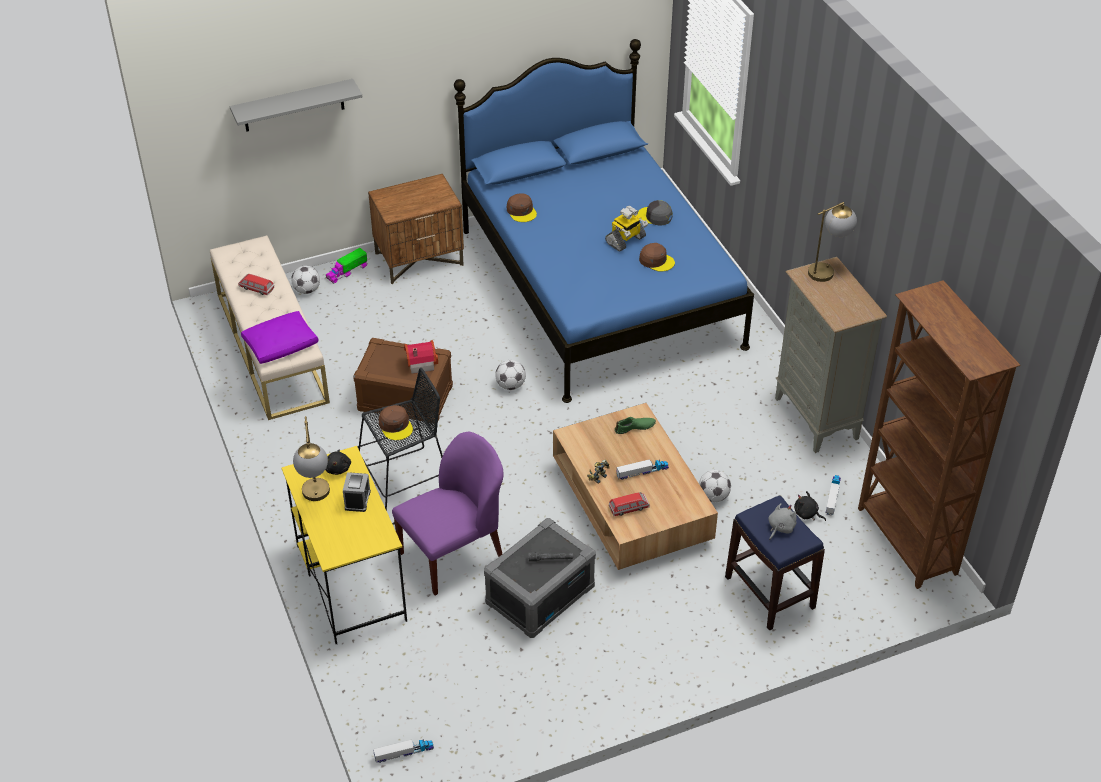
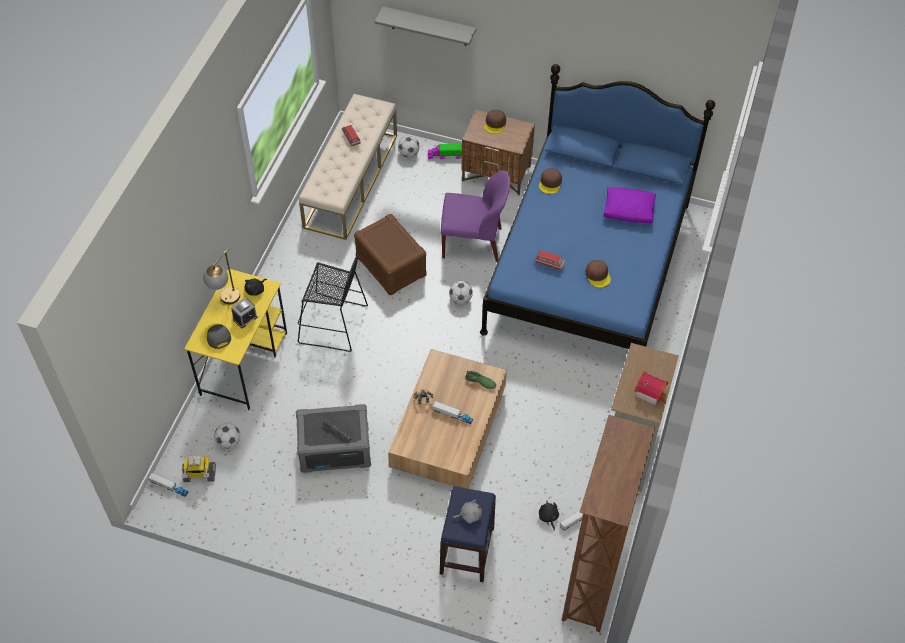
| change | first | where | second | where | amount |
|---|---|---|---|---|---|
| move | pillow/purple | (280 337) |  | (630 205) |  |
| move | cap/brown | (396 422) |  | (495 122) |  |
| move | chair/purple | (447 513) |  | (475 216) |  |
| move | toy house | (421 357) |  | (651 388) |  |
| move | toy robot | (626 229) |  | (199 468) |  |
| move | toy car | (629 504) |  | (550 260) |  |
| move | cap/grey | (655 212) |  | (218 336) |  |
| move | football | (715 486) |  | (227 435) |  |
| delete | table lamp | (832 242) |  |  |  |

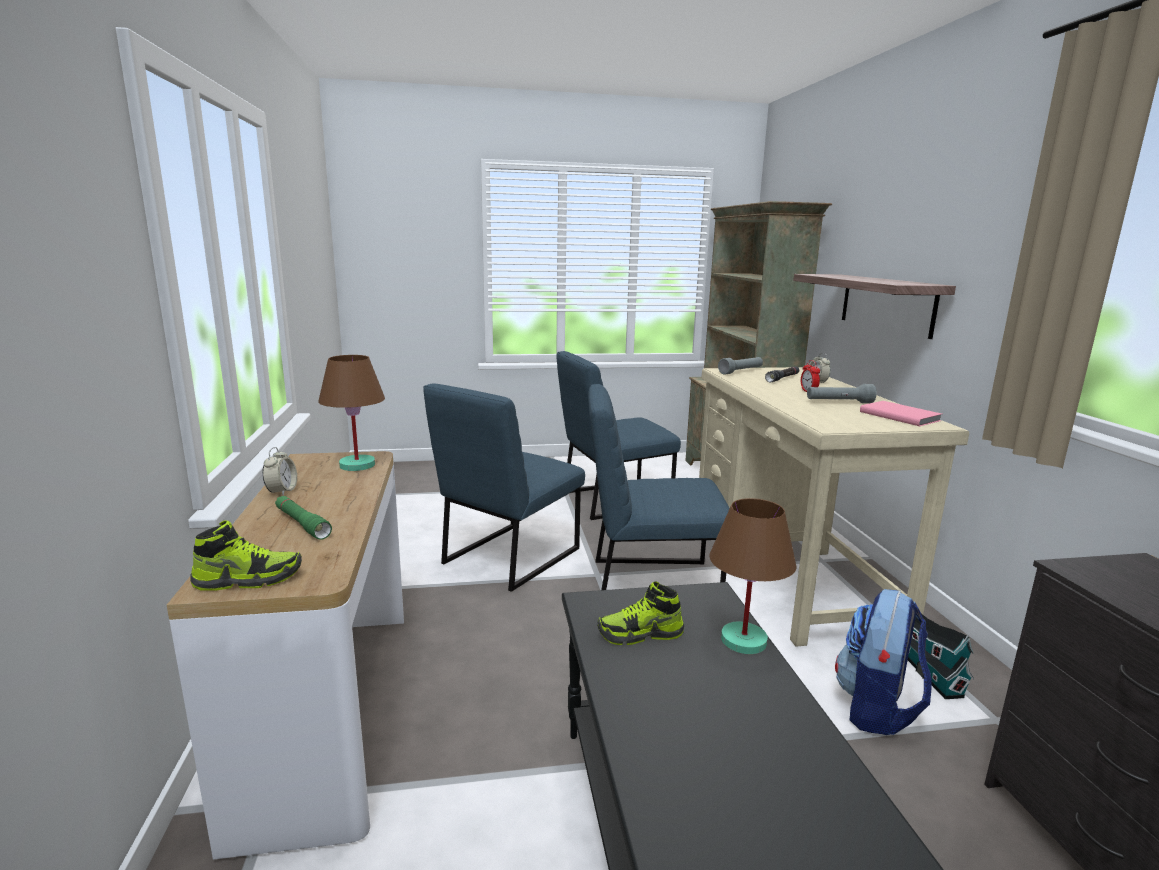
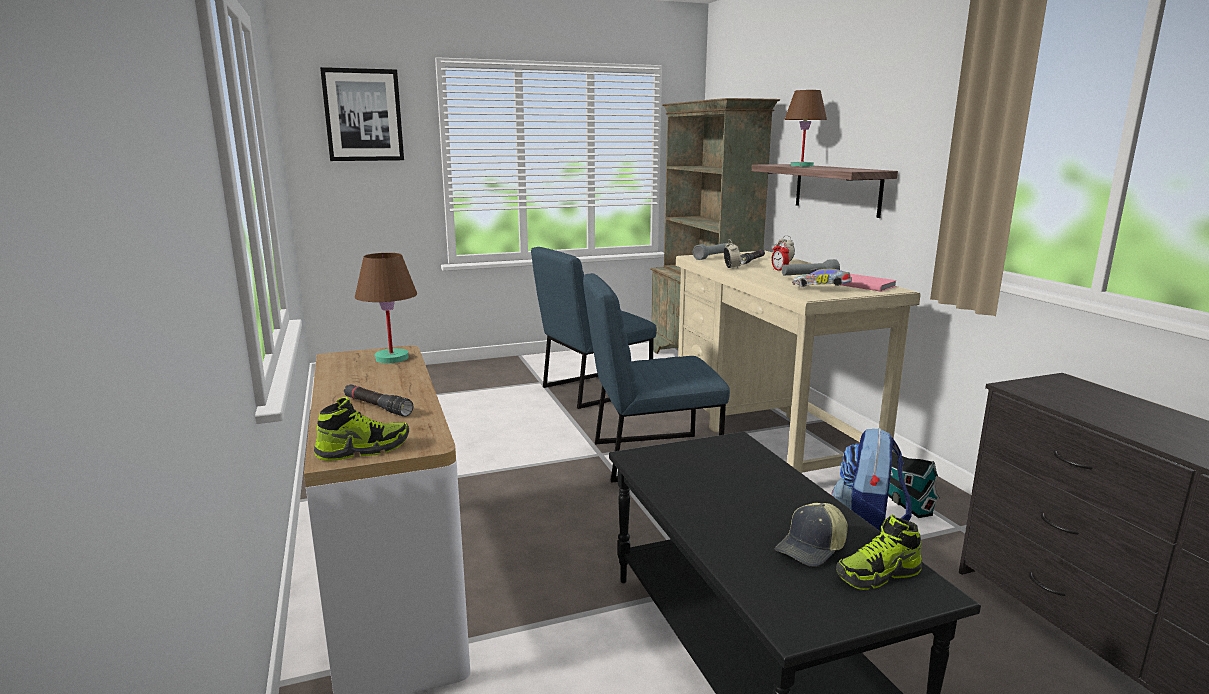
| change | first | where | second | where | amount |
|---|---|---|---|---|---|
| move | alarm clock | (279 471) |  | (732 253) |  |
| recolor | flashlight/green | (303 518) | flashlight/black | (378 400) |  |
| delete | chair/blue | (504 488) |  |  |  |
| move | shoe | (640 613) |  | (879 552) |  |
| move | table lamp/brown | (753 576) |  | (805 128) |  |
| insert |  |  | picture | (362 114) |  |
| insert |  |  | cap | (811 535) |  |
| insert |  |  | toy car | (822 278) |  |

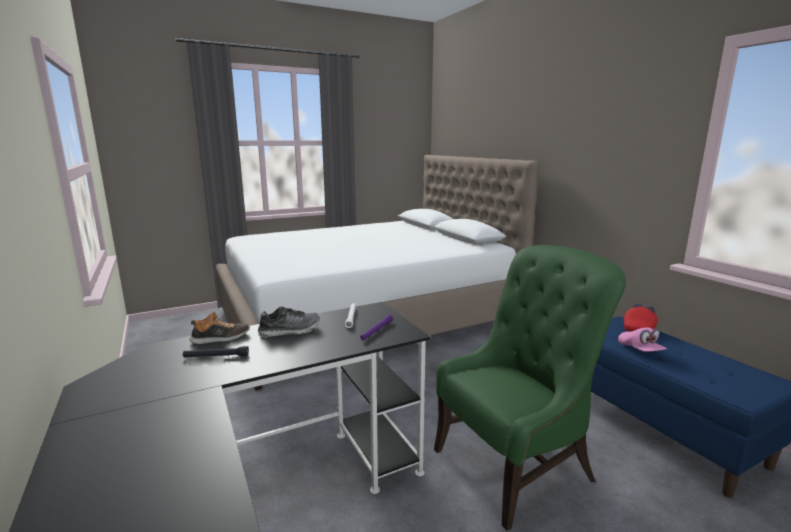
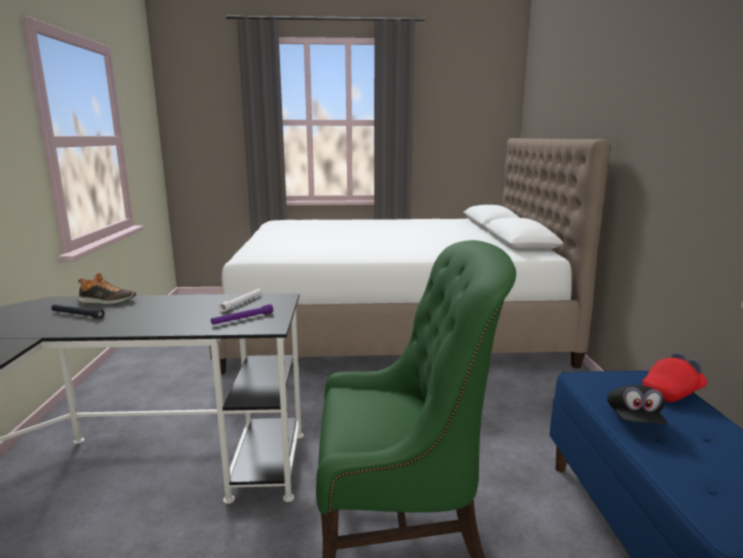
| change | first | where | second | where | amount |
|---|---|---|---|---|---|
| delete | shoe | (289 322) |  |  |  |
| recolor | cap/pink | (642 340) | cap/black | (637 404) |  |

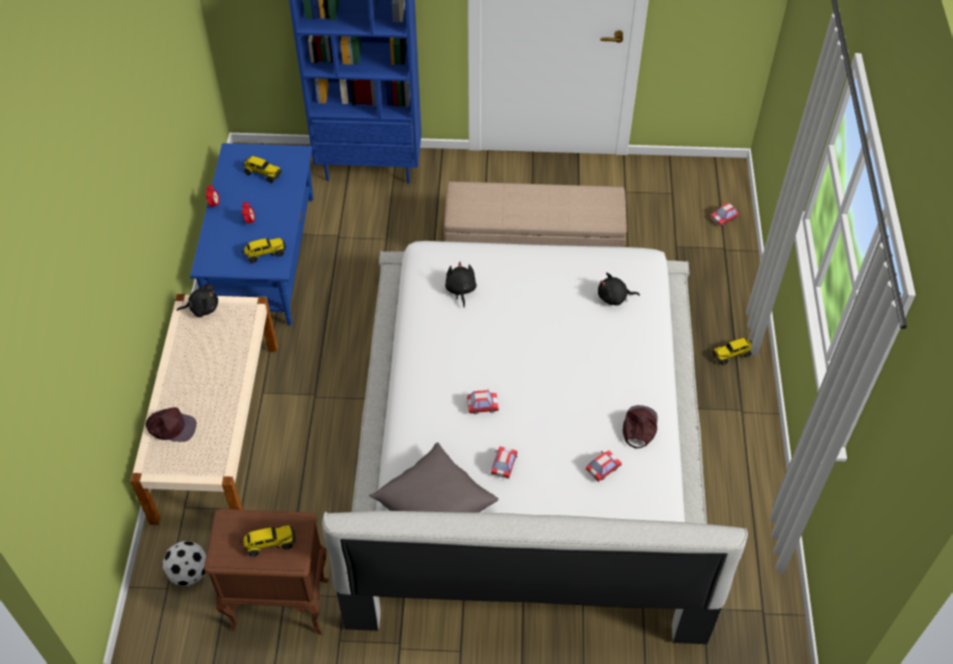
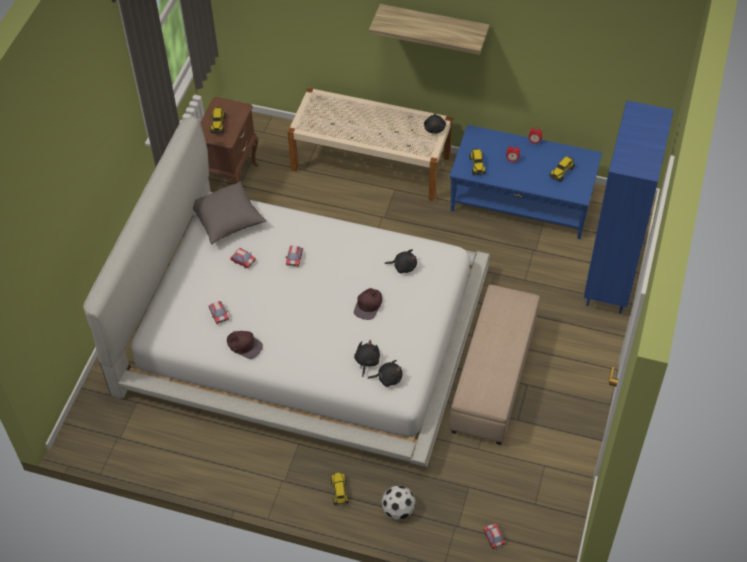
| change | first | where | second | where | amount |
|---|---|---|---|---|---|
| move | cap/brown | (171 424) |  | (368 304) |  |
| move | football | (184 563) |  | (398 503) |  |
| insert |  |  | plush toy/black | (385 373) |  |
| insert |  |  | shelf | (429 29) |  |

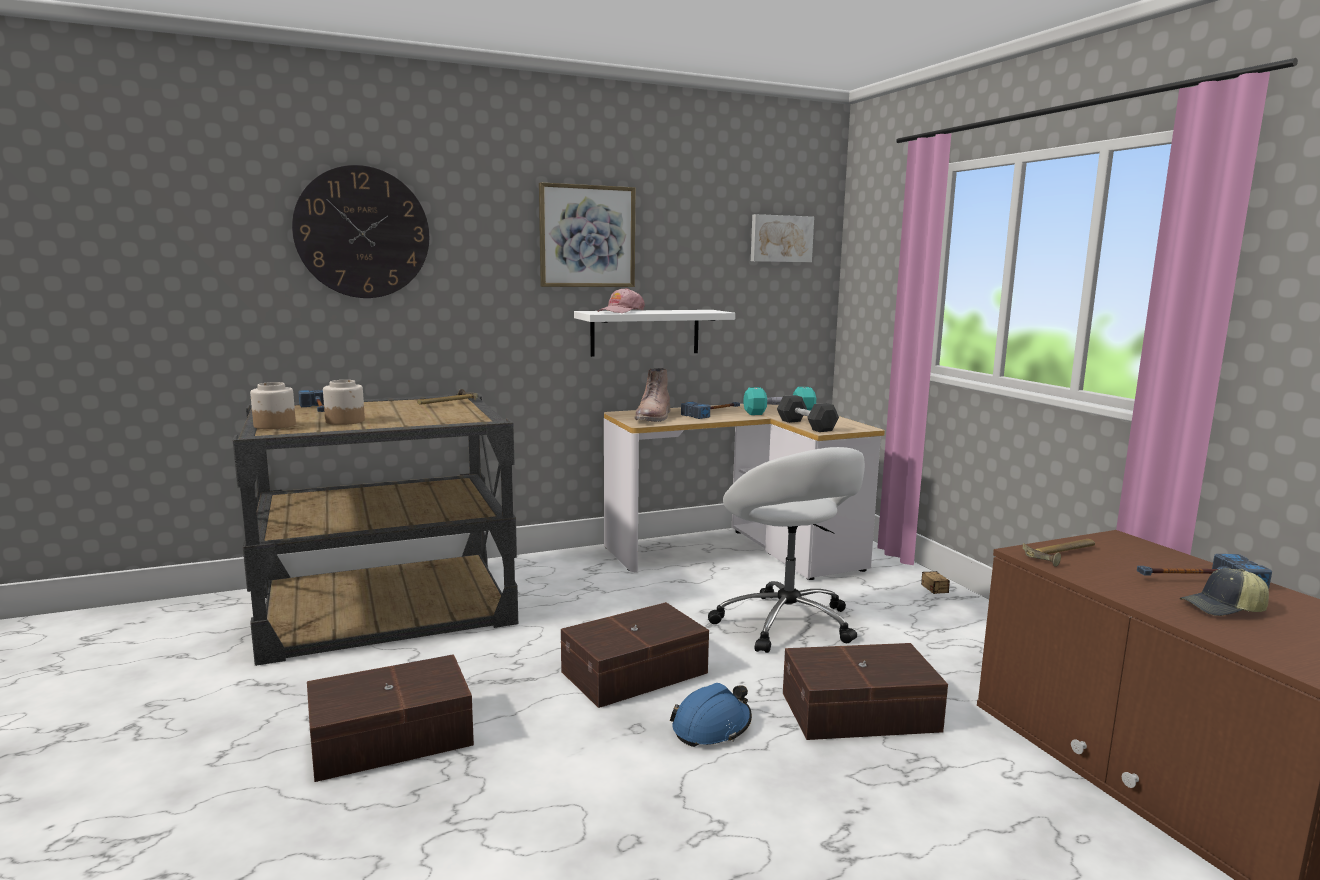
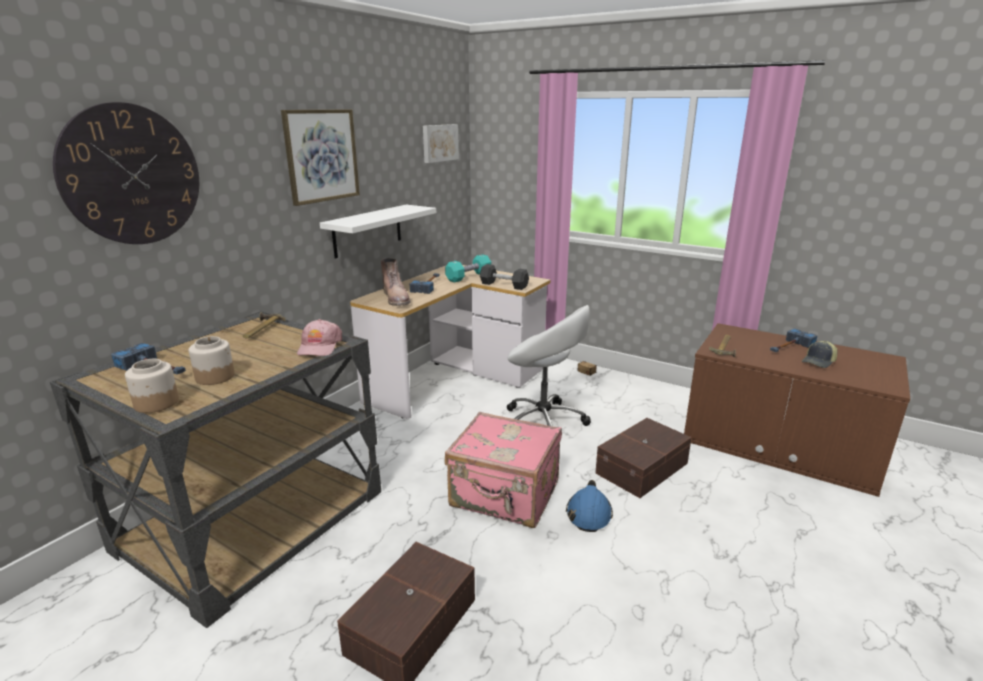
| change | first | where | second | where | amount |
|---|---|---|---|---|---|
| replace | storage box/brown | (635 655) | suitcase/pink | (503 470) |  |
| move | cap/pink | (621 300) |  | (319 337) |  |

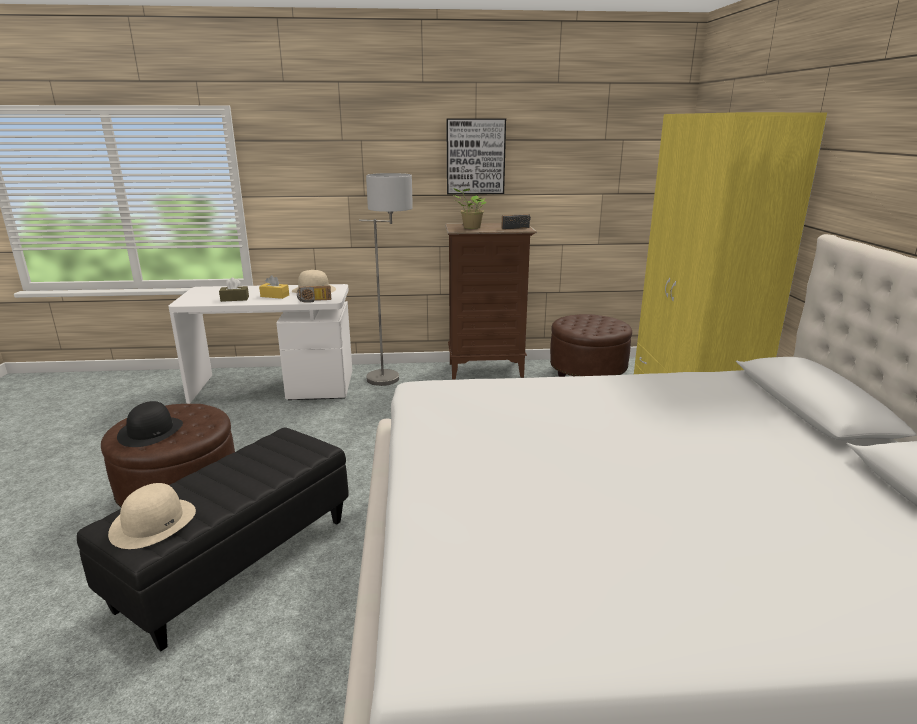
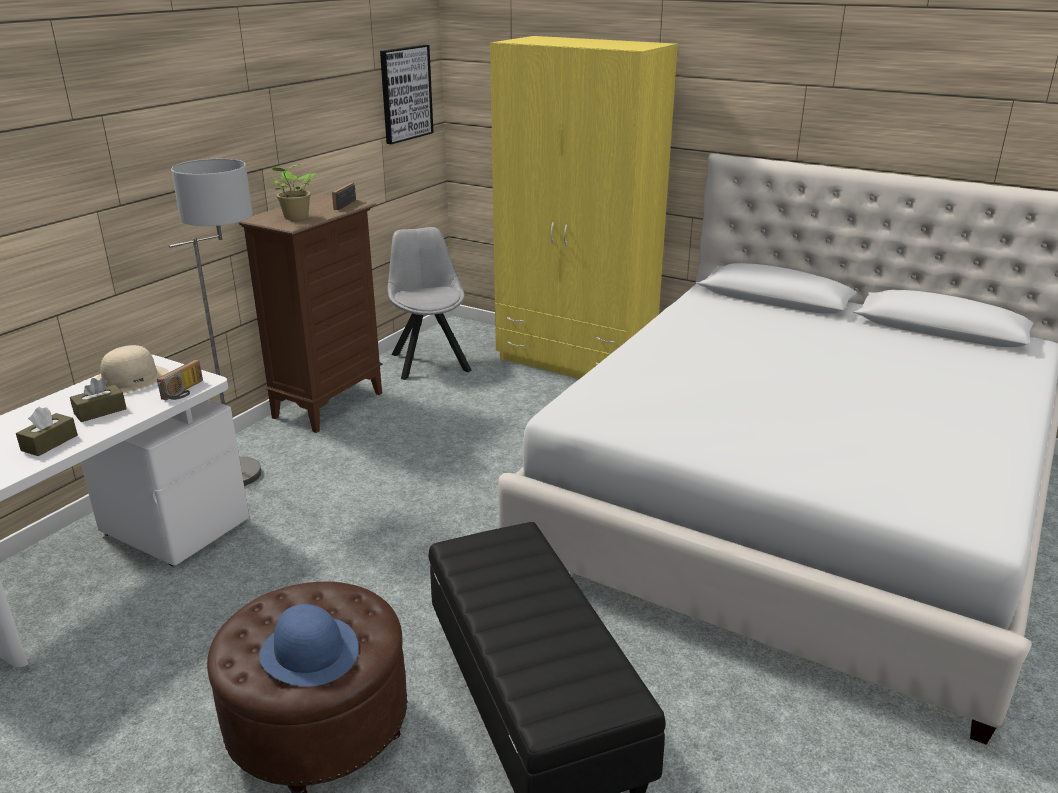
| change | first | where | second | where | amount |
|---|---|---|---|---|---|
| delete | hat/beige | (152 516) |  |  |  |
| recolor | hat/black | (150 424) | hat/blue | (309 645) |  |
| recolor | tissue box/yellow | (274 287) | tissue box/brown | (98 400) |  |
| move | picture | (476 156) |  | (407 94) |  |
| replace | ottoman/brown | (591 345) | chair/grey | (429 303) |  |

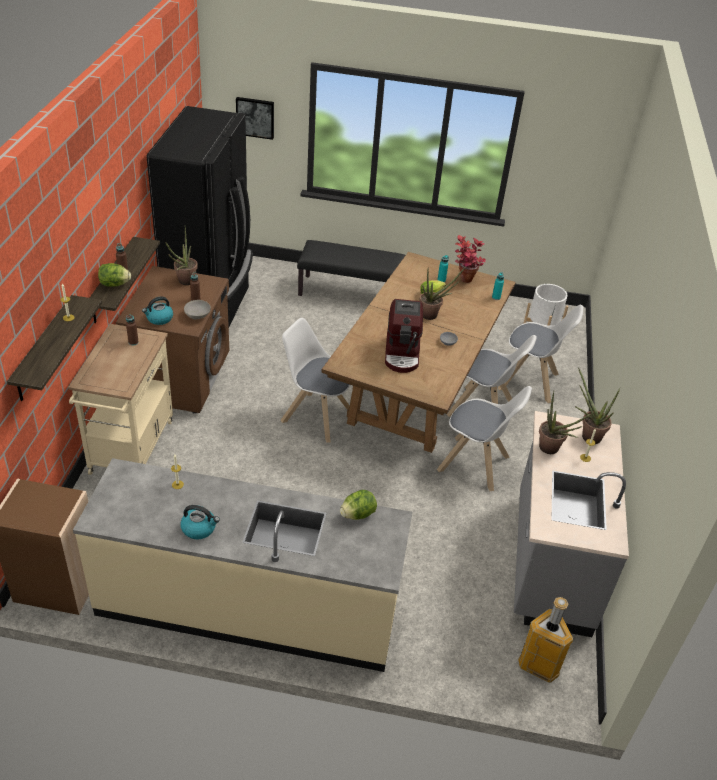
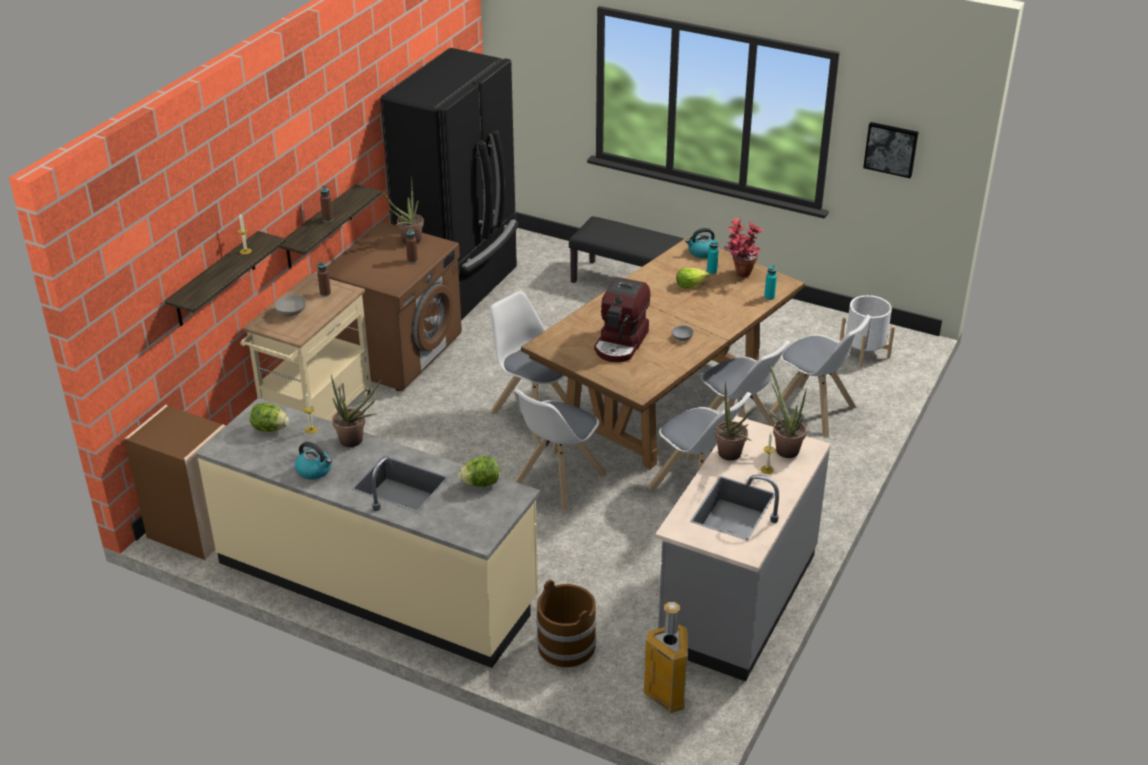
| change | first | where | second | where | amount |
|---|---|---|---|---|---|
| move | lettuce | (114 275) |  | (269 417) |  |
| move | kettle | (157 311) |  | (700 243) |  |
| move | bowl/grey | (197 309) |  | (290 305) |  |
| move | picture | (255 118) |  | (891 150) |  |
| move | potted plant | (442 293) |  | (356 411) |  |
| insert |  |  | chair | (560 449) |  |
| insert |  |  | bucket/brown | (566 623) |  |

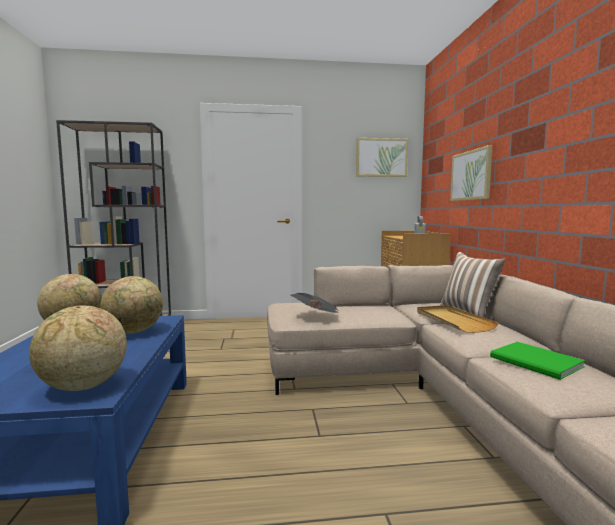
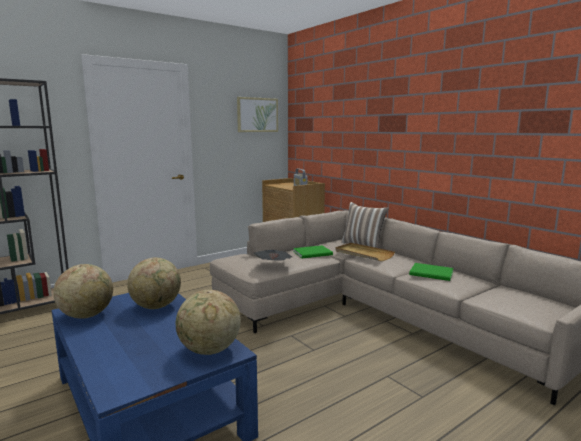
| change | first | where | second | where | amount |
|---|---|---|---|---|---|
| delete | picture | (471 173) |  |  |  |
| insert |  |  | book/green | (313 251) |  |

